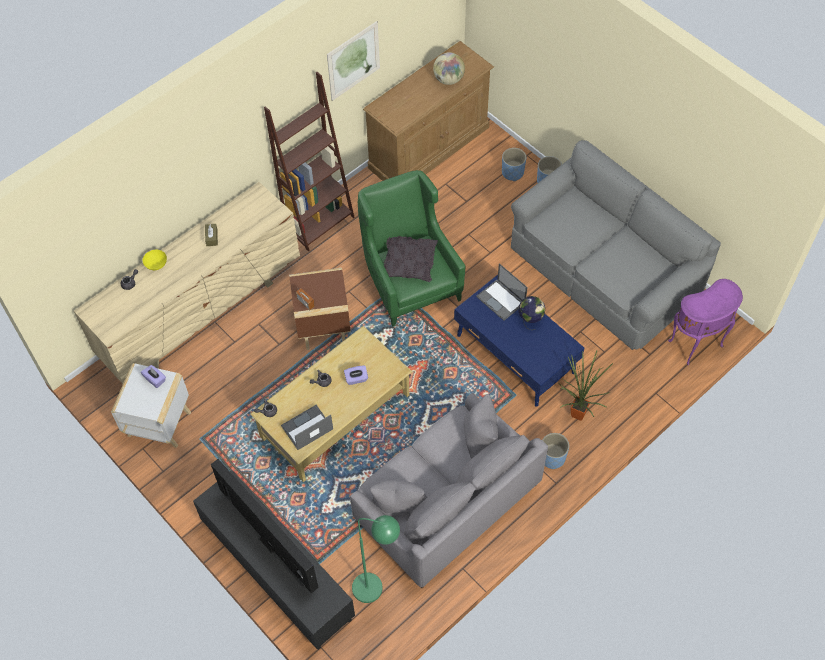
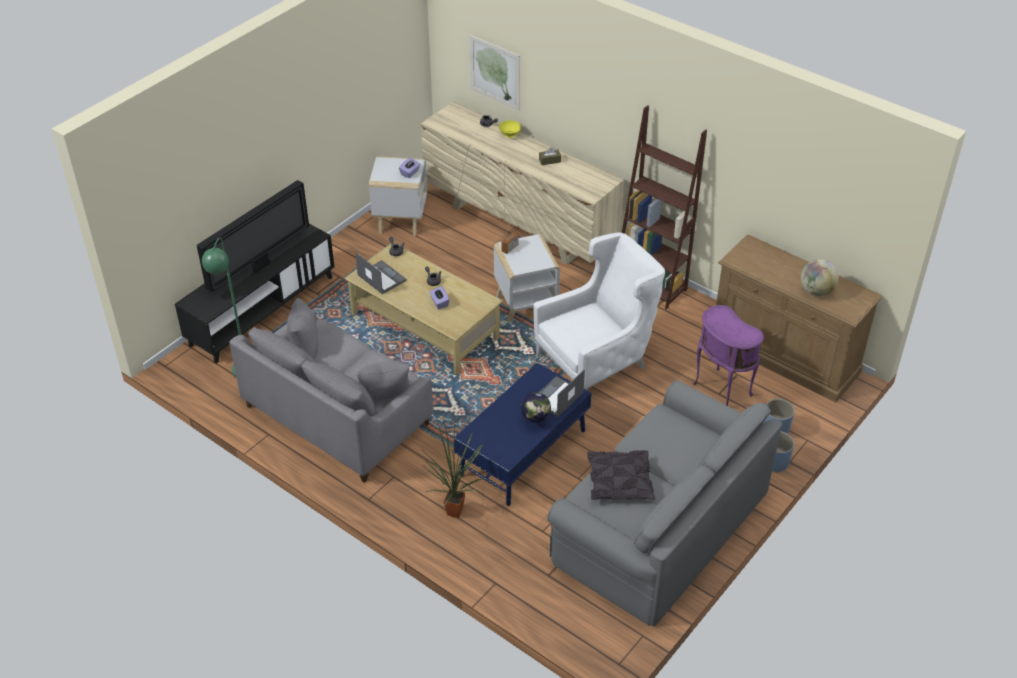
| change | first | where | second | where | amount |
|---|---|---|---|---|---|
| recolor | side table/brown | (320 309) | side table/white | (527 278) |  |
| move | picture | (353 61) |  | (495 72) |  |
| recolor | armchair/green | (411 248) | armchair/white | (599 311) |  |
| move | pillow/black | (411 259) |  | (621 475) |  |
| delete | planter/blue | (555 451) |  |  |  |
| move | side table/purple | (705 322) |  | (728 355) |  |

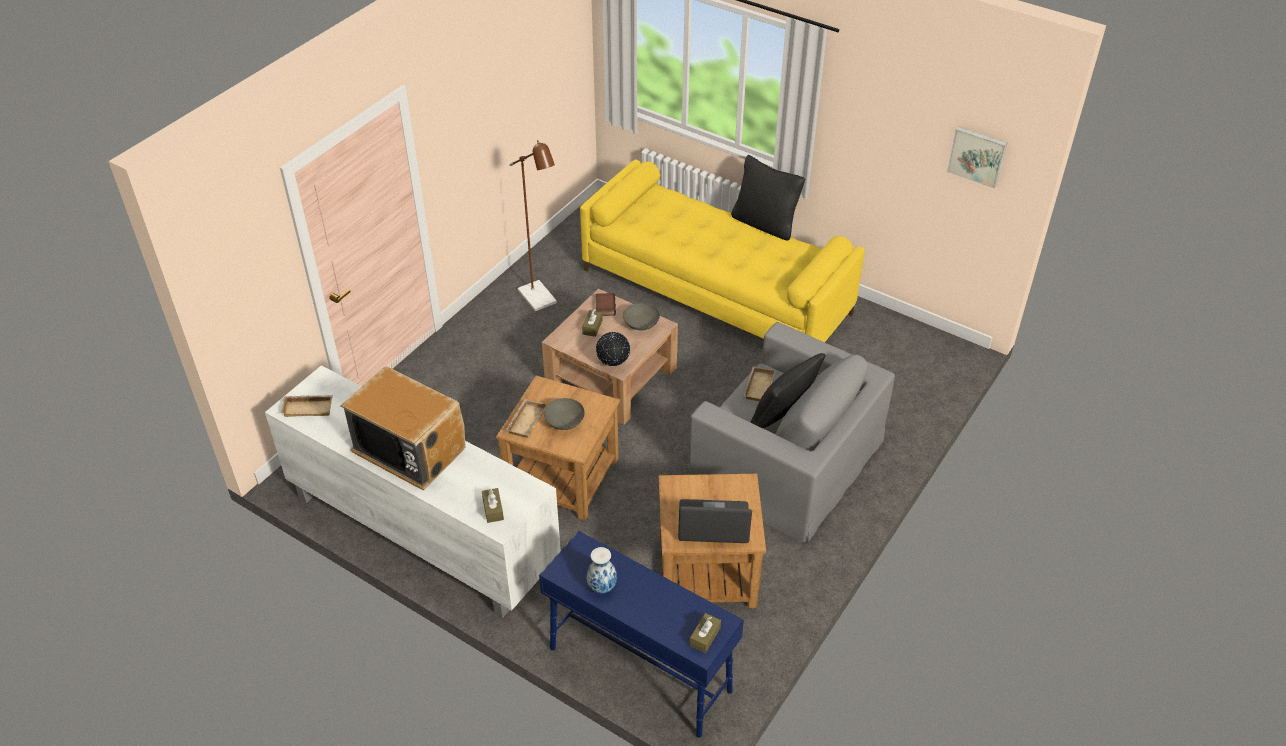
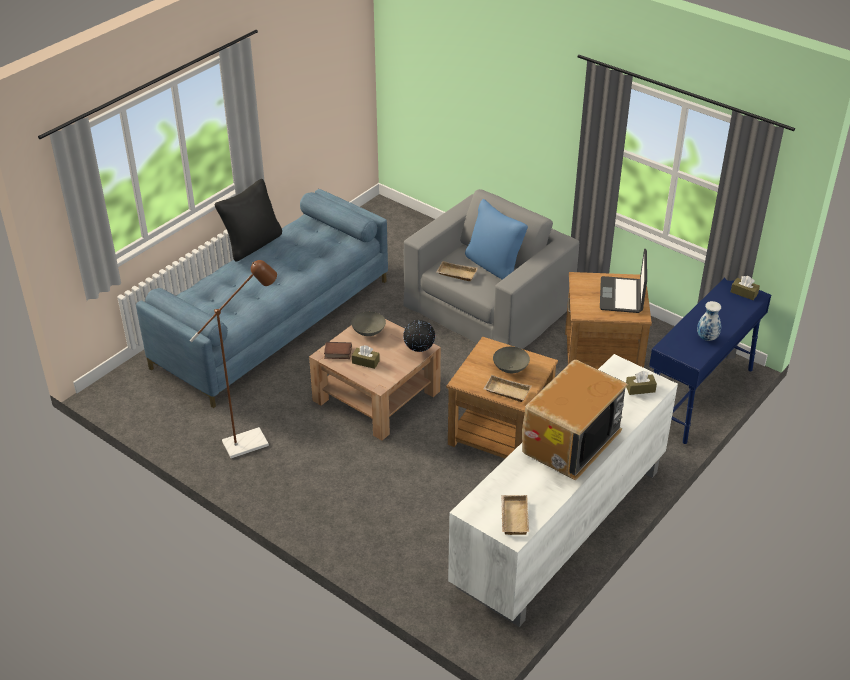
| change | first | where | second | where | amount |
|---|---|---|---|---|---|
| recolor | sofa/yellow | (722 250) | sofa/blue | (262 298) |  |
| recolor | pillow/black | (788 390) | pillow/blue | (496 239) |  |
| delete | picture | (977 157) |  |  |  |

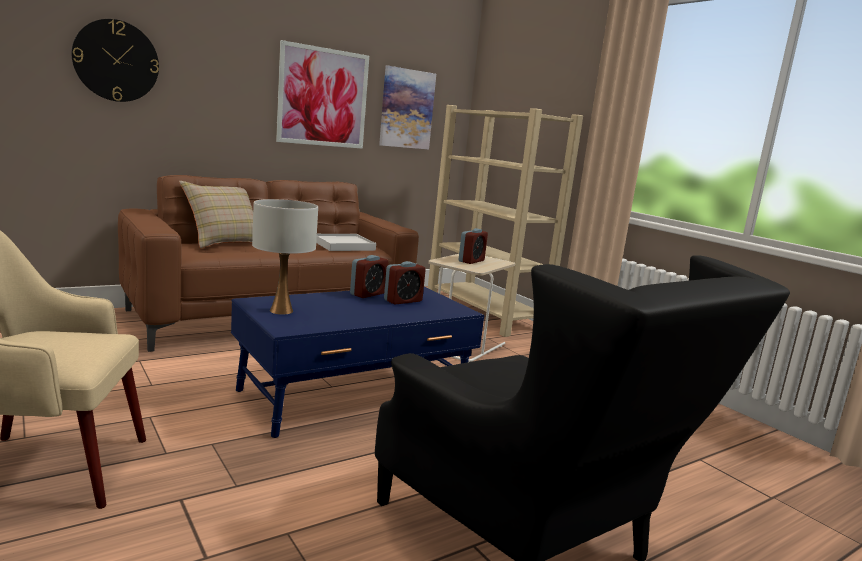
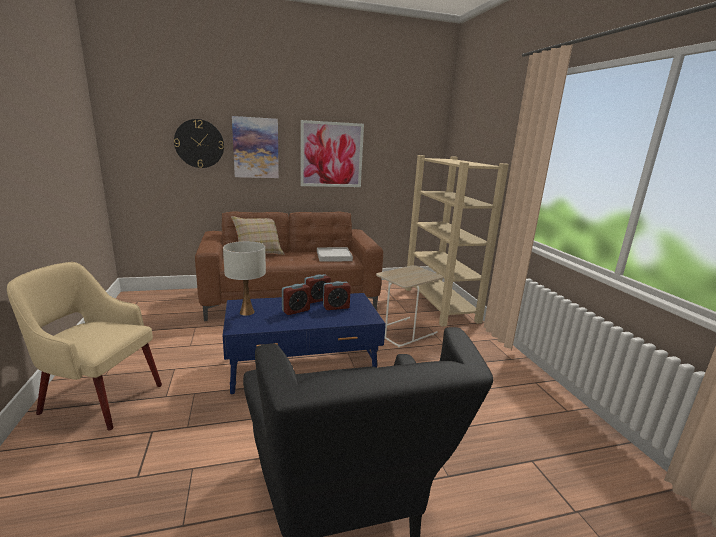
| change | first | where | second | where | amount |
|---|---|---|---|---|---|
| move | picture | (407 108) |  | (255 147) |  |
| move | alarm clock | (473 246) |  | (296 299) |  |

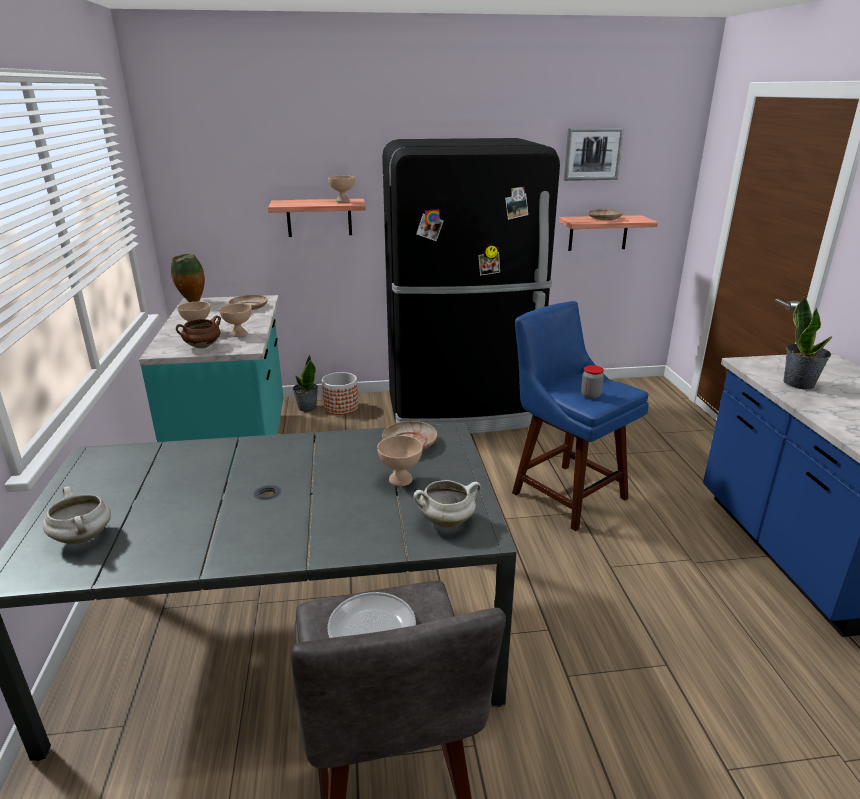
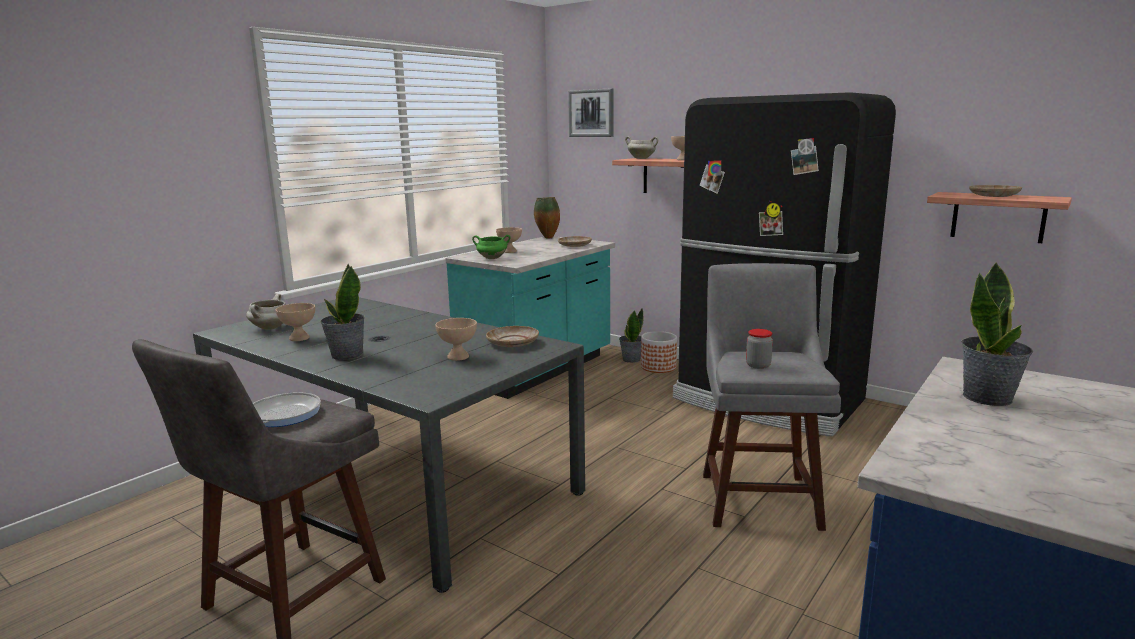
| change | first | where | second | where | amount |
|---|---|---|---|---|---|
| recolor | cooking pot/brown | (198 332) | cooking pot/green | (491 247) |  |
| move | bowl/beige | (235 320) |  | (295 322) |  |
| move | cooking pot/white | (447 504) |  | (641 148) |  |
| recolor | stool/blue | (580 416) | stool/grey | (772 397) |  |
| move | picture | (594 154) |  | (590 112) |  |
| insert |  |  | potted plant | (342 312) |  |

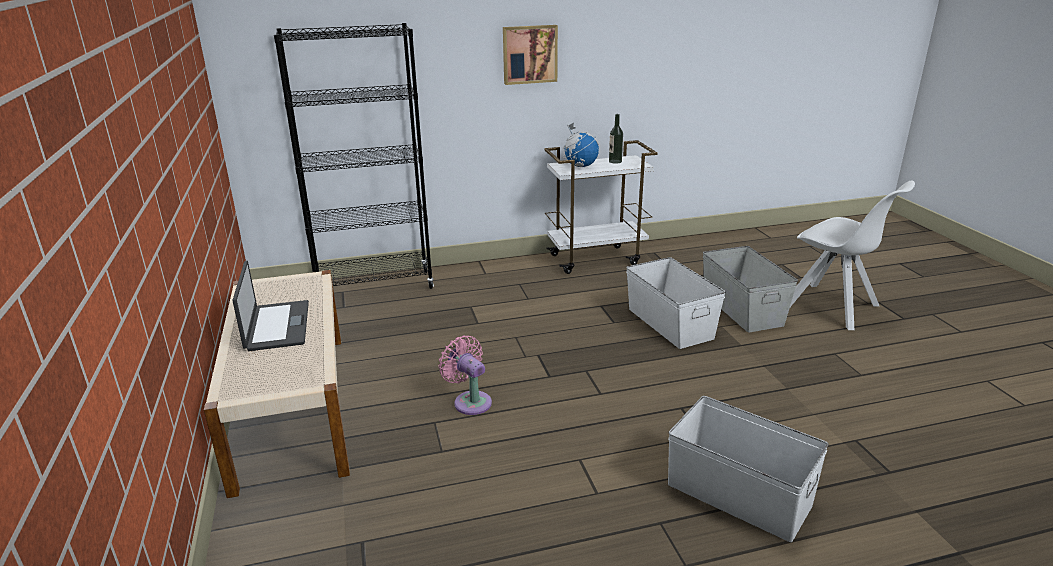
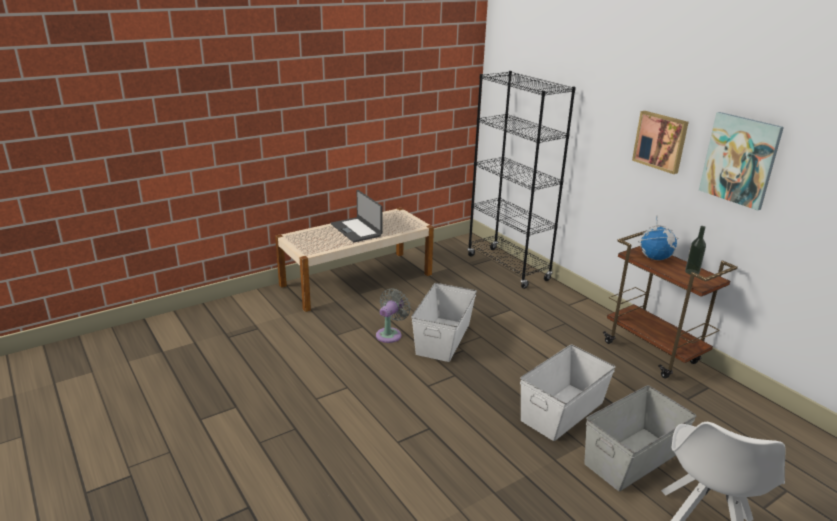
| change | first | where | second | where | amount |
|---|---|---|---|---|---|
| rotate | laptop | (270 306) |  | (357 216) | 90 degrees clockwise |
| recolor | fan/pink | (465 375) | fan/grey | (393 315) |  |
| recolor | cart/white | (601 207) | cart/brown | (670 304) |  |
| move | storage box/white | (748 469) |  | (444 322) |  |
| insert |  |  | picture | (741 161) |  |

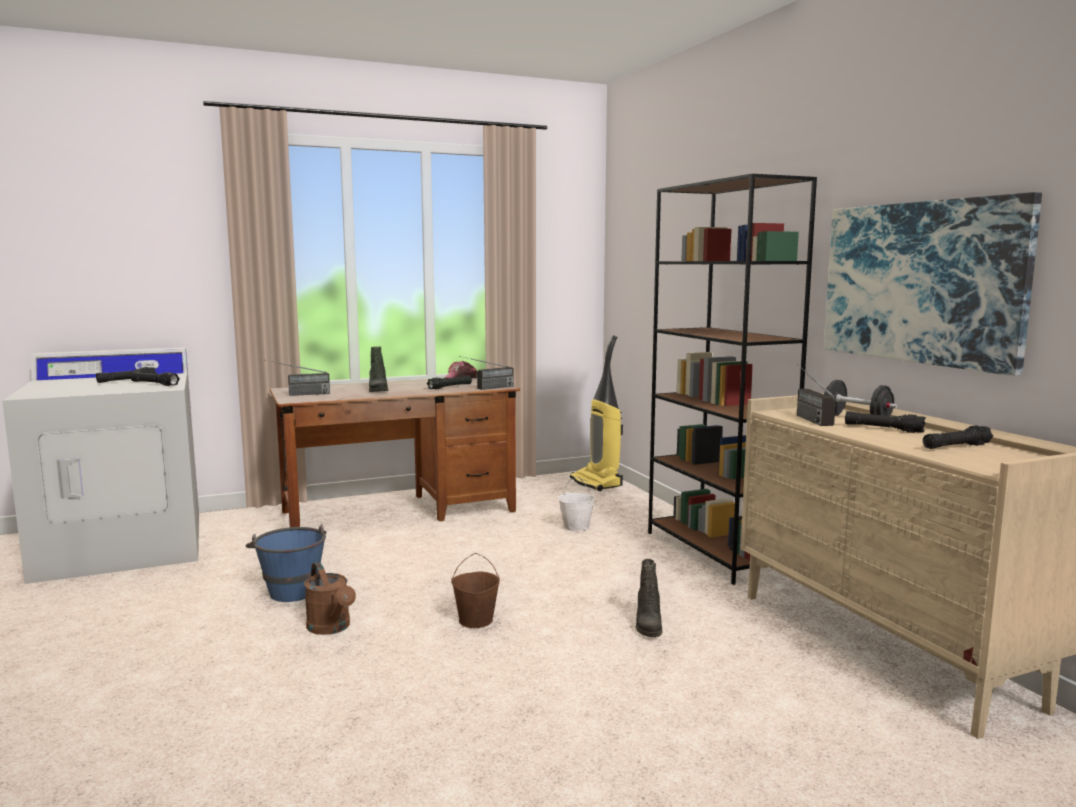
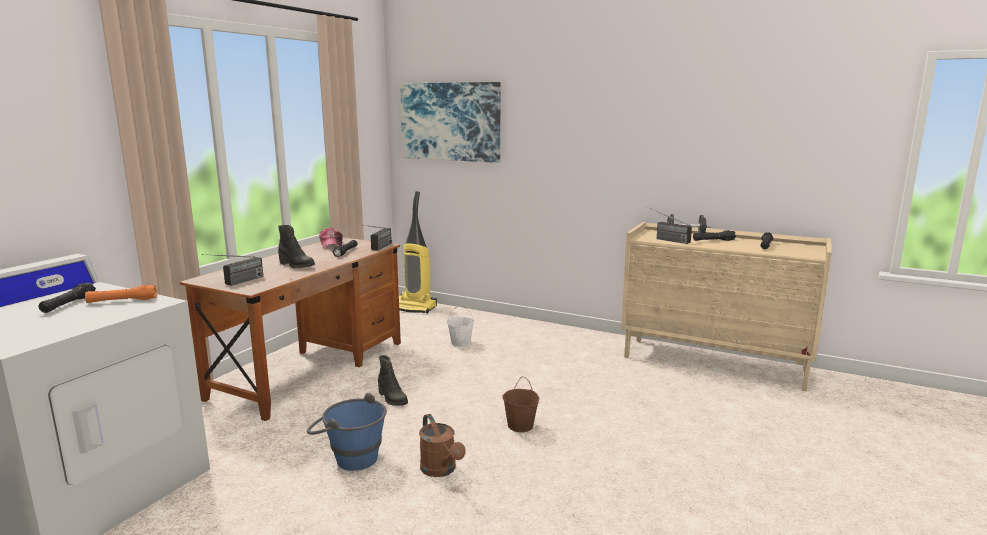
| change | first | where | second | where | amount |
|---|---|---|---|---|---|
| recolor | flashlight/black | (155 379) | flashlight/orange | (121 294) |  |
| rotate | watering can/brown | (330 598) |  | (442 445) | 45 degrees clockwise |
| move | boot/black | (649 598) |  | (393 380) |  |
| delete | bookcase/brown | (732 379) |  |  |  |
| move | picture | (933 284) |  | (450 122) |  |

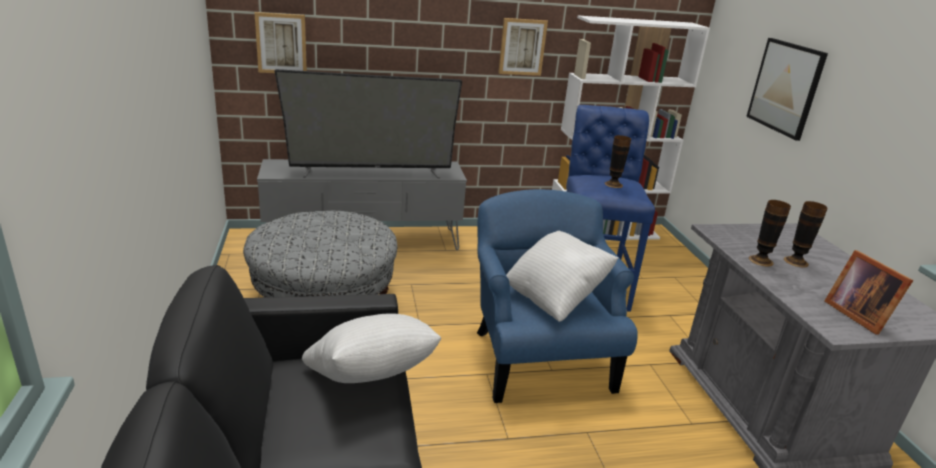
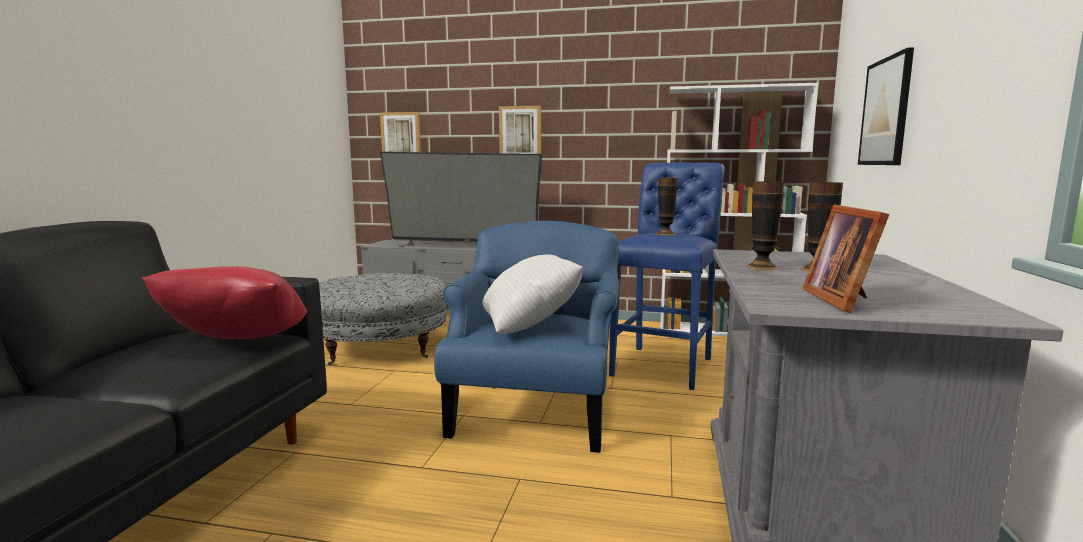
| change | first | where | second | where | amount |
|---|---|---|---|---|---|
| recolor | pillow/white | (371 348) | pillow/red | (224 302) |  |
| move | picture | (523 47) |  | (520 129) |  |

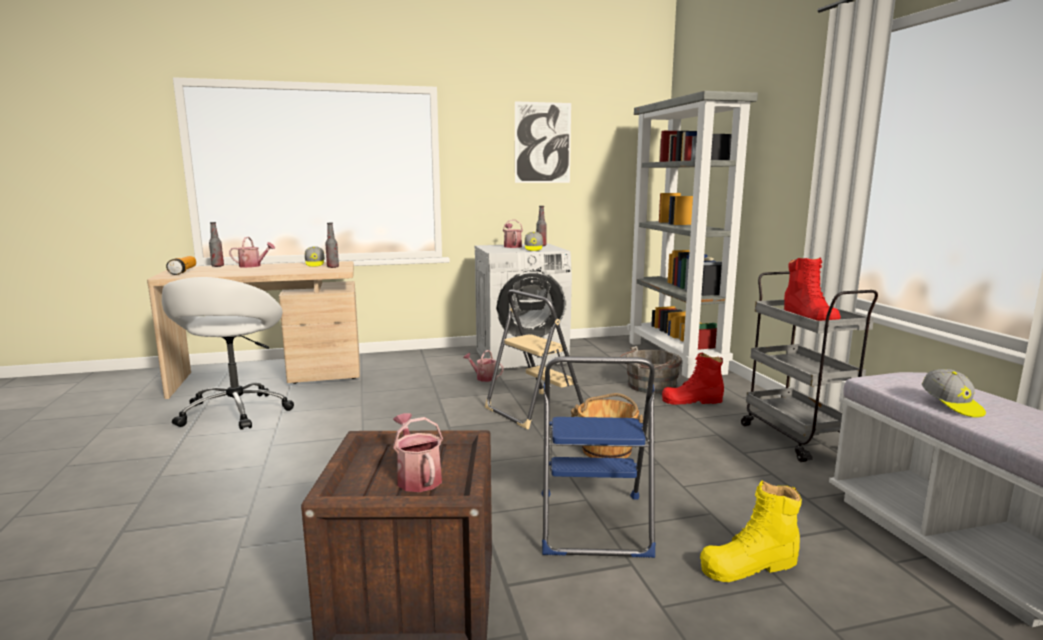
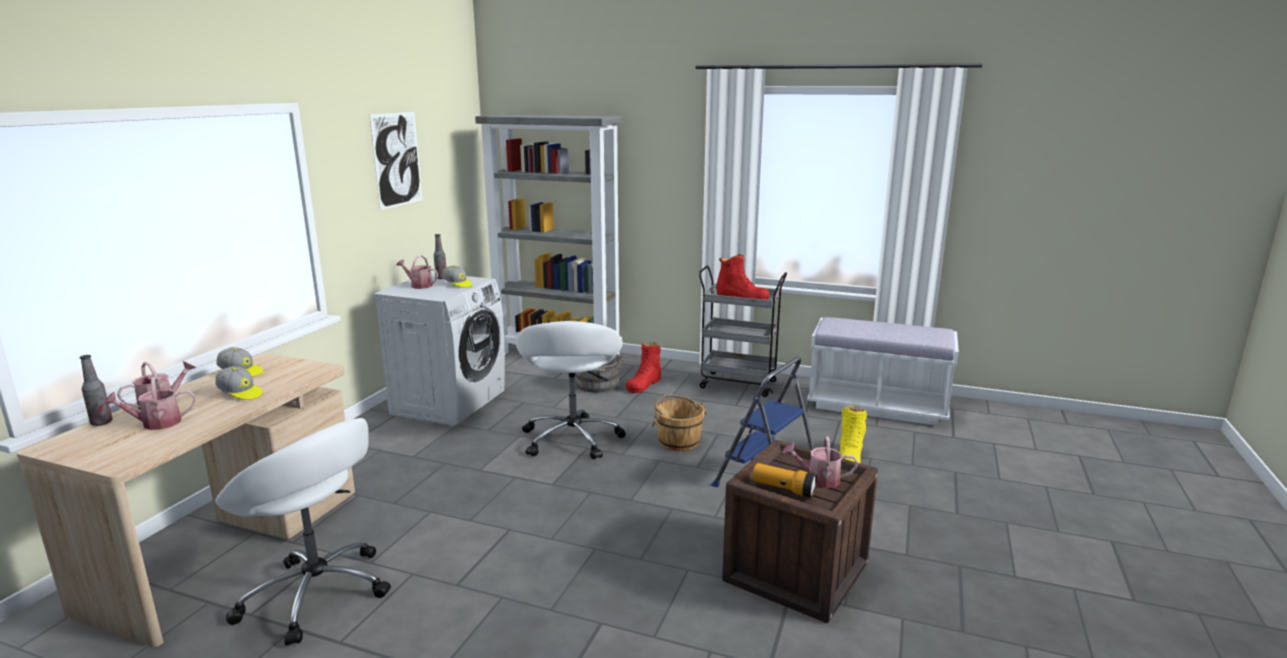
| change | first | where | second | where | amount |
|---|---|---|---|---|---|
| move | flashlight | (181 265) |  | (785 480) |  |
| delete | bottle | (332 245) |  |  |  |
| move | watering can | (483 366) |  | (149 403) |  |
| replace | step ladder/beige | (534 359) | office chair/white | (571 390) |  |
| move | cap | (954 393) |  | (239 383) |  |

